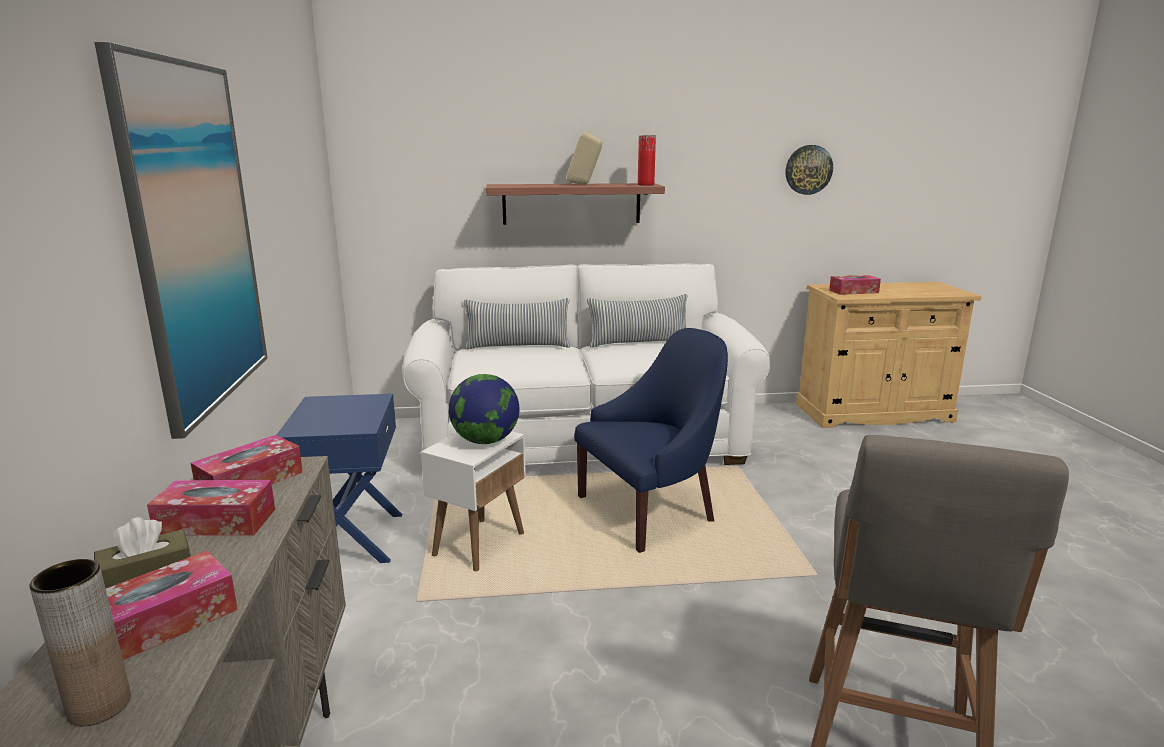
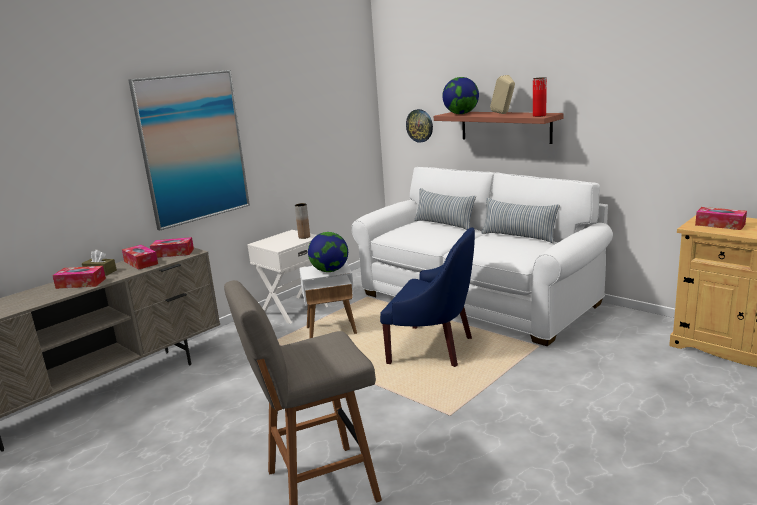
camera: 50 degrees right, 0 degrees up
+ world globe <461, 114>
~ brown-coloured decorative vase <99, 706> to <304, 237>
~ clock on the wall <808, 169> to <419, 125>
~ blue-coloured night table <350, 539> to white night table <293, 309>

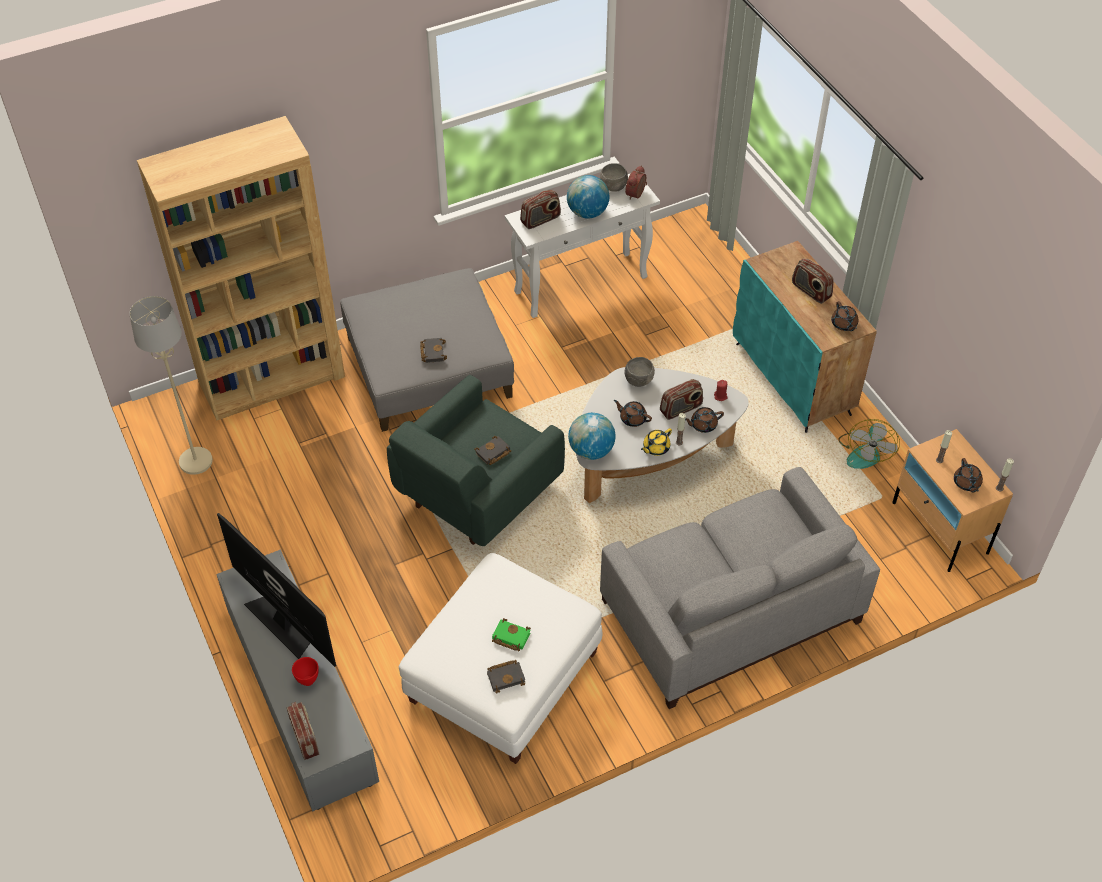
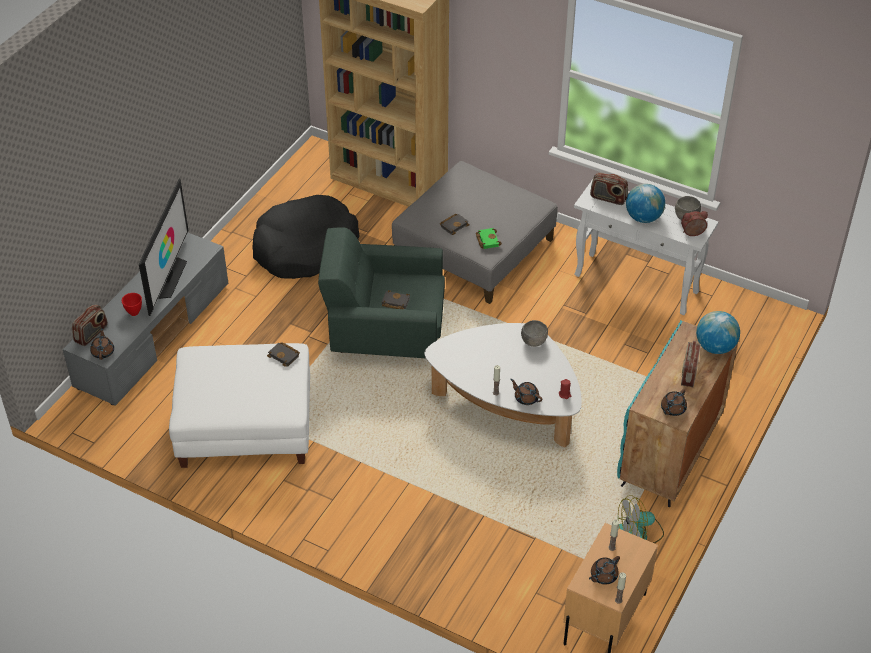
camera: 55 degrees right, 5 degrees down
- beige standard lamp <195, 461>
- gray couch <729, 610>
- yellow pot for tea <655, 448>
- radio set <681, 409>
+ black dog bed <305, 248>
~ black book <506, 676> to <285, 356>
~ green book <509, 637> to <487, 240>
~ world globe <591, 450> to <715, 347>
~ brown-coloured pot for tea <632, 418> to <103, 352>

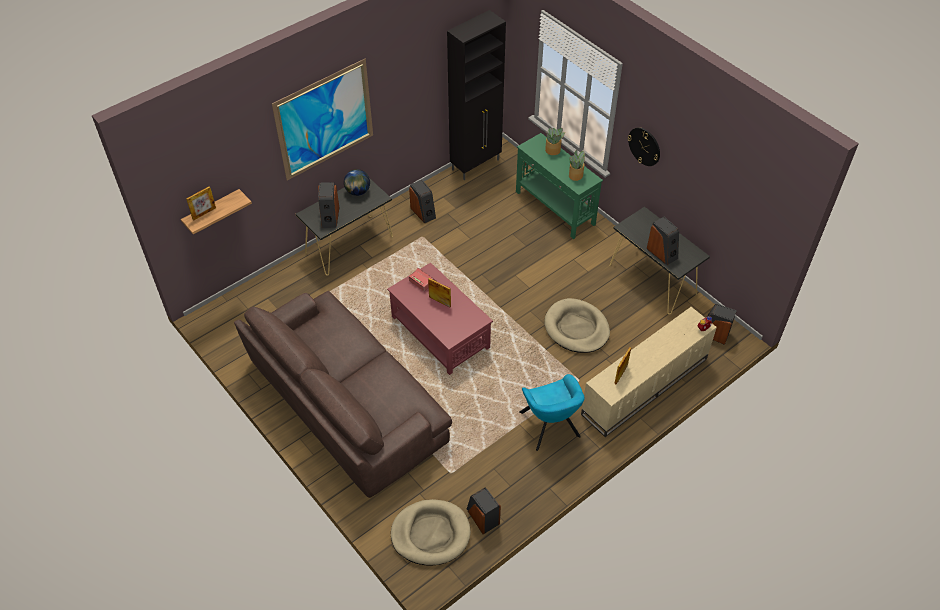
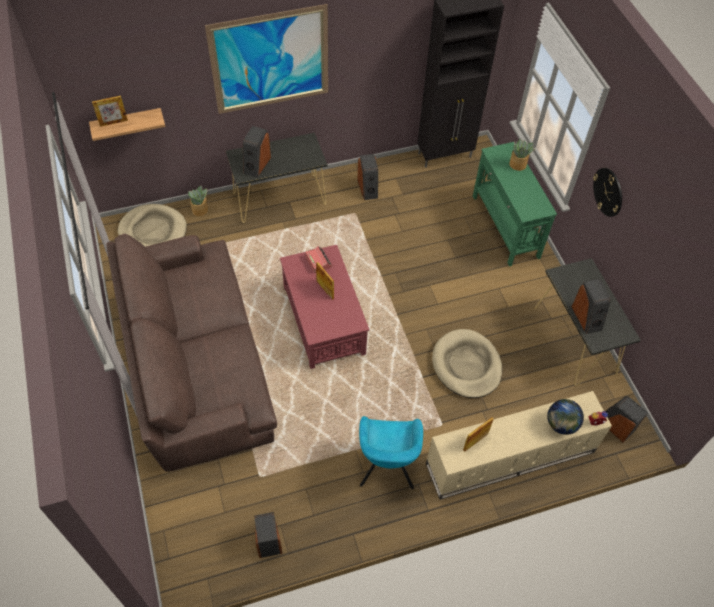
camera: 20 degrees right, 5 degrees up
~ world globe <358, 192> to <561, 424>
~ beige dog bed <430, 534> to <153, 231>
~ potted plant <576, 175> to <200, 210>

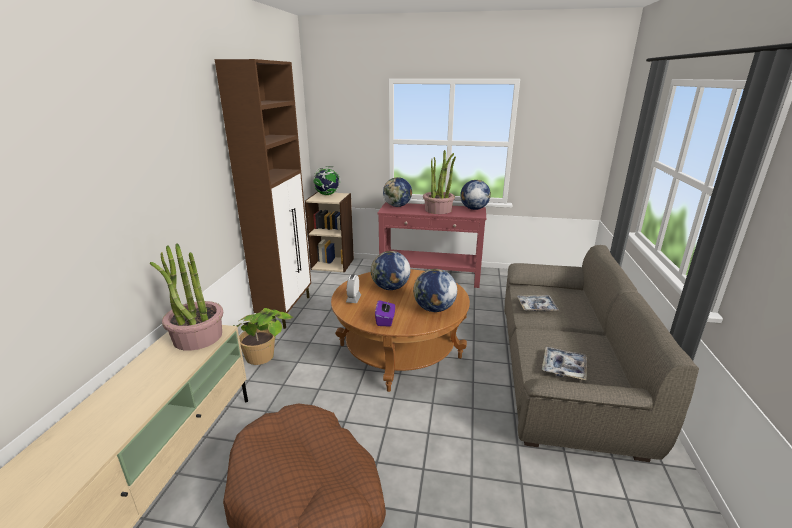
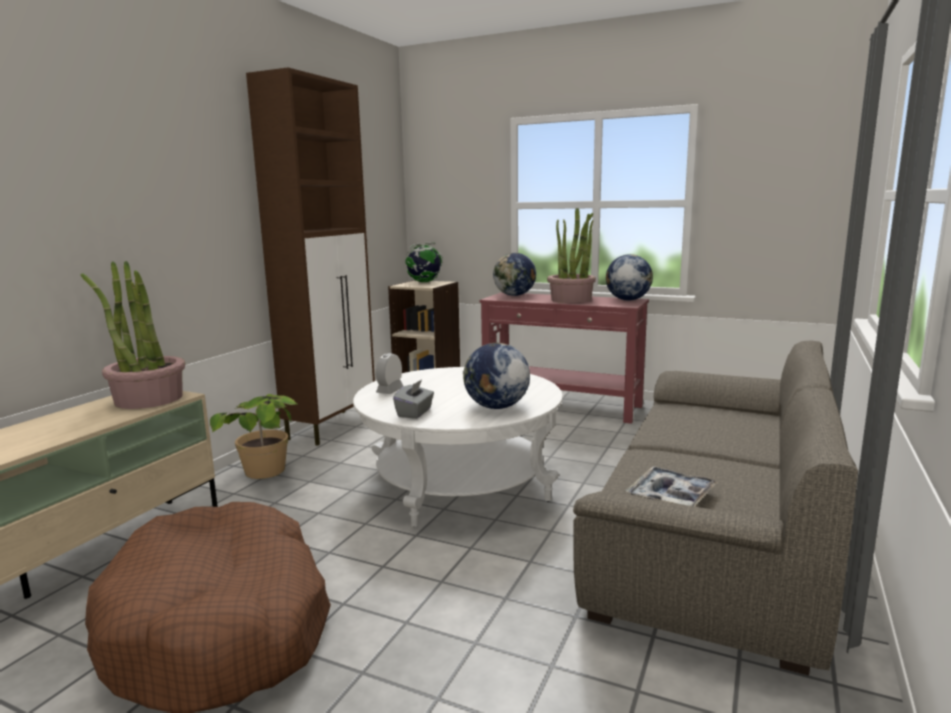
camera: 15 degrees right, 10 degrees down
- world globe <390, 288>
- carrying tray <536, 307>
~ brown-coloured low table <400, 351> to white low table <460, 484>
~ purple-coloured box of tissues <385, 320> to gray box of tissues <415, 413>

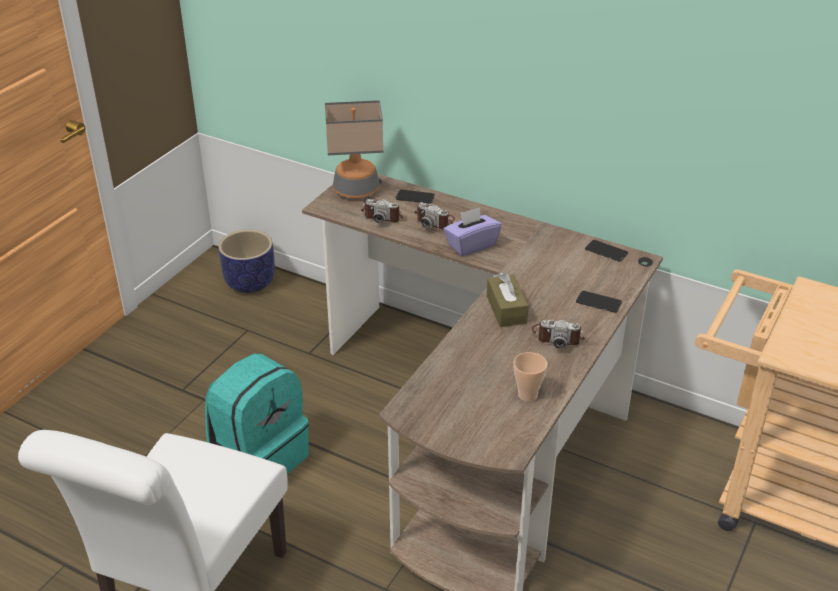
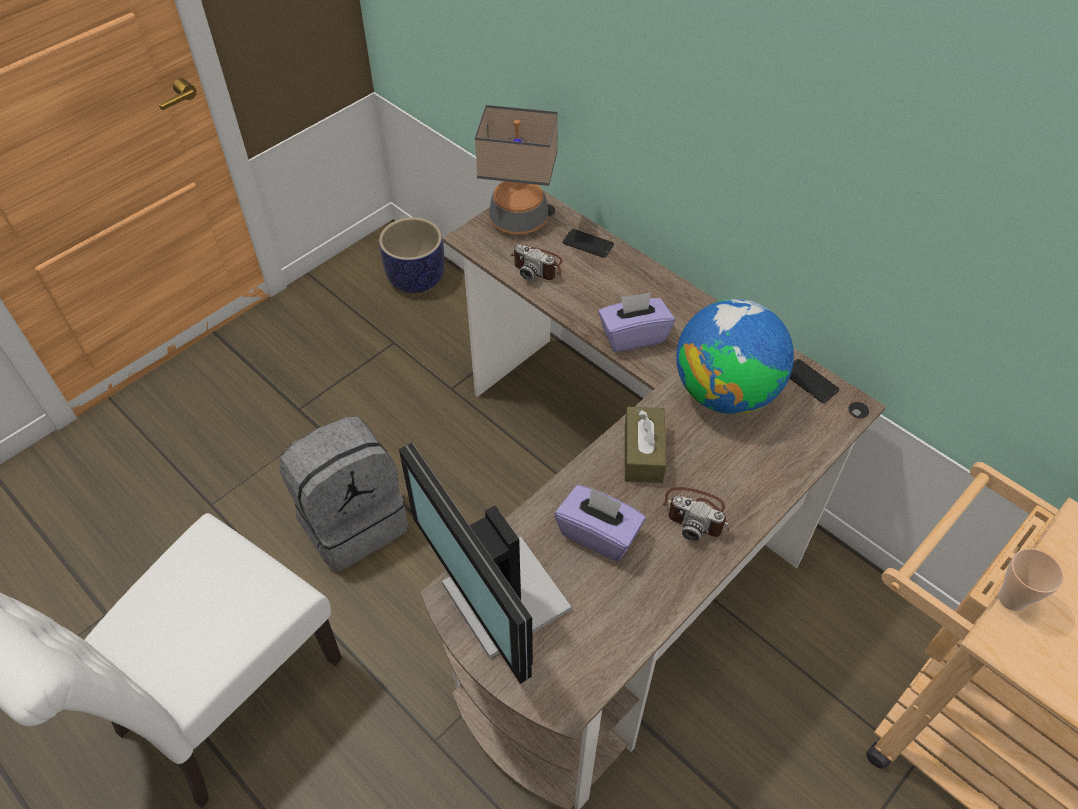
camera: 15 degrees right, 15 degrees up
- photo camera <435, 221>
- handset <598, 302>
+ computer screen <502, 601>
+ purple-coloured box of tissues <599, 533>
+ world globe <725, 392>
~ cup <527, 395> to <1012, 598>
~ turquoise backpack <260, 457> to gray backpack <353, 521>

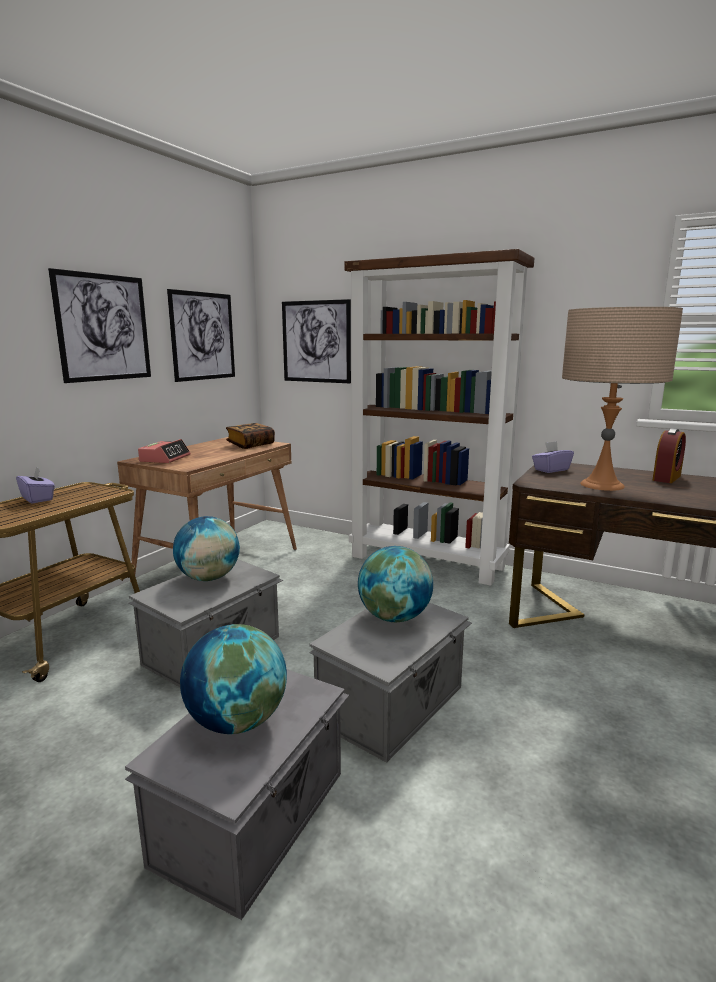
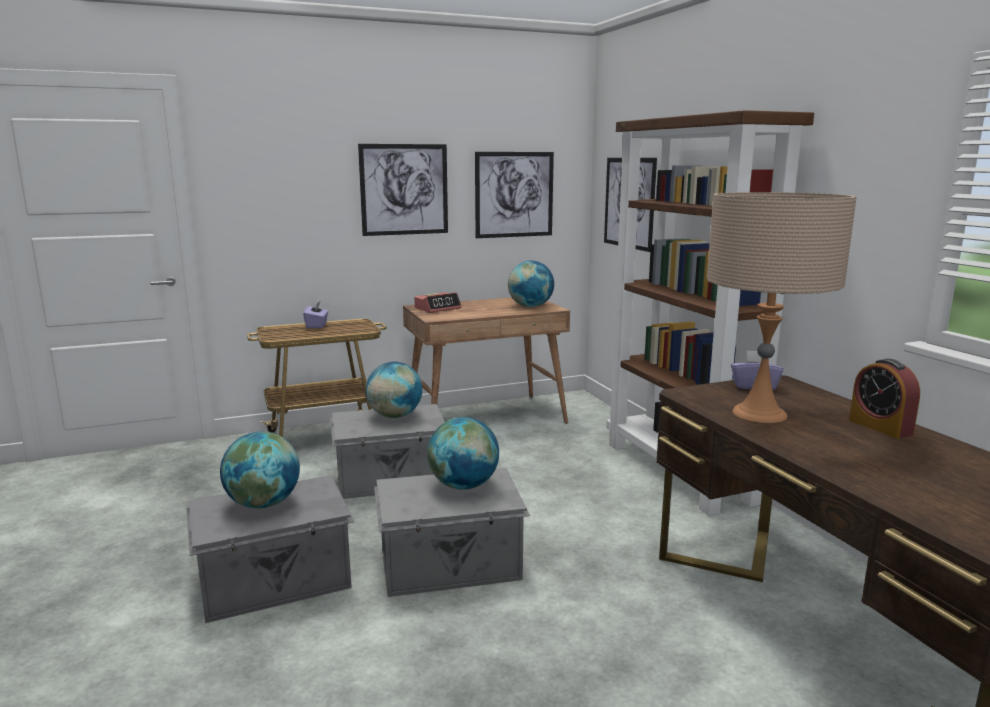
camera: 40 degrees right, 0 degrees up
~ book <250, 445> to world globe <530, 306>
~ bedside clock <666, 478> = <880, 427> 75 degrees clockwise

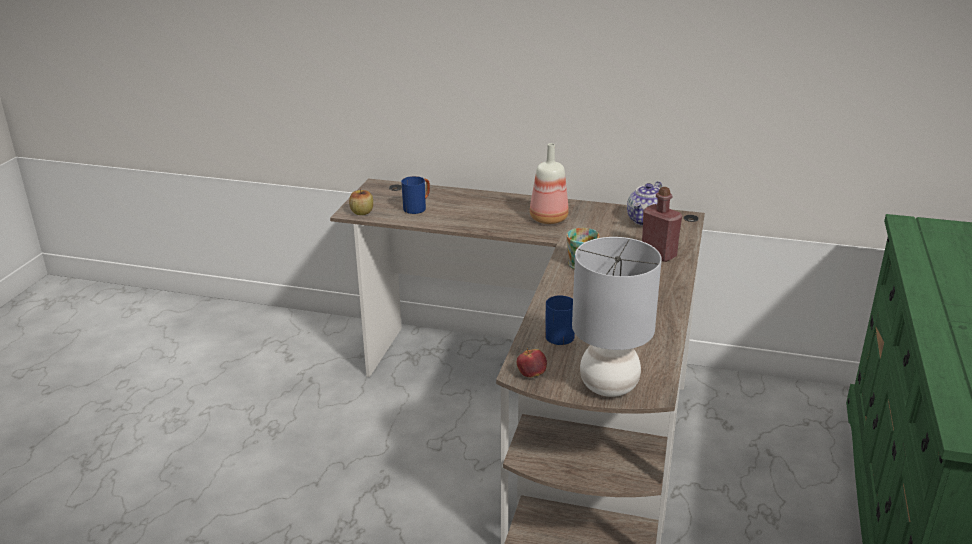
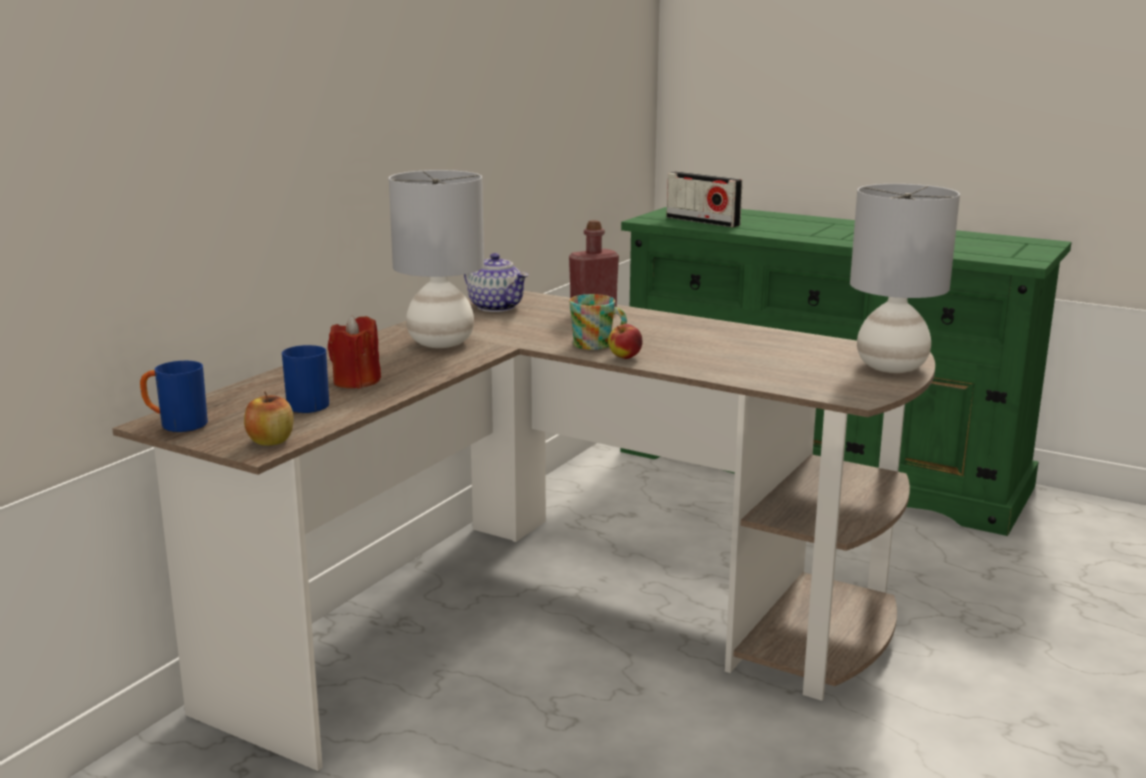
camera: 75 degrees left, 10 degrees down
+ red wax light <356, 381>
+ radio set <702, 221>
~ apple <531, 374> to <624, 357>
~ blue-coloured mug <558, 334> to <175, 425>
~ bottle <548, 219> to gray tabletop lamp <441, 343>

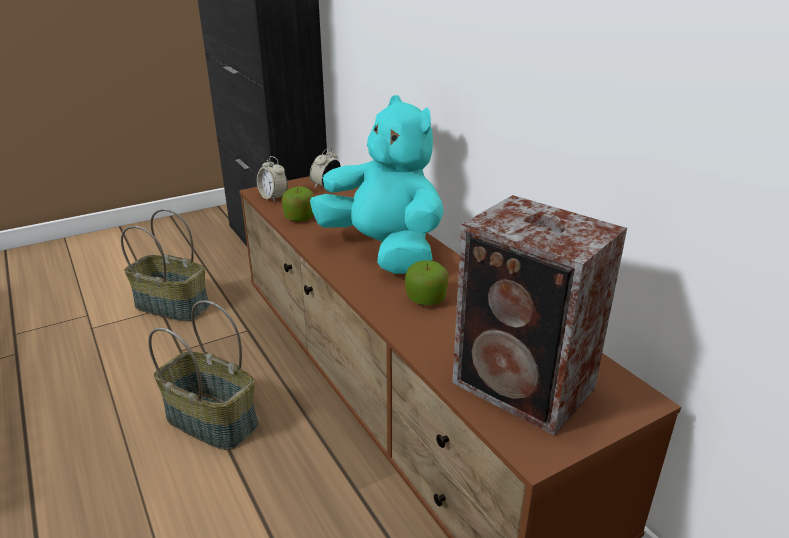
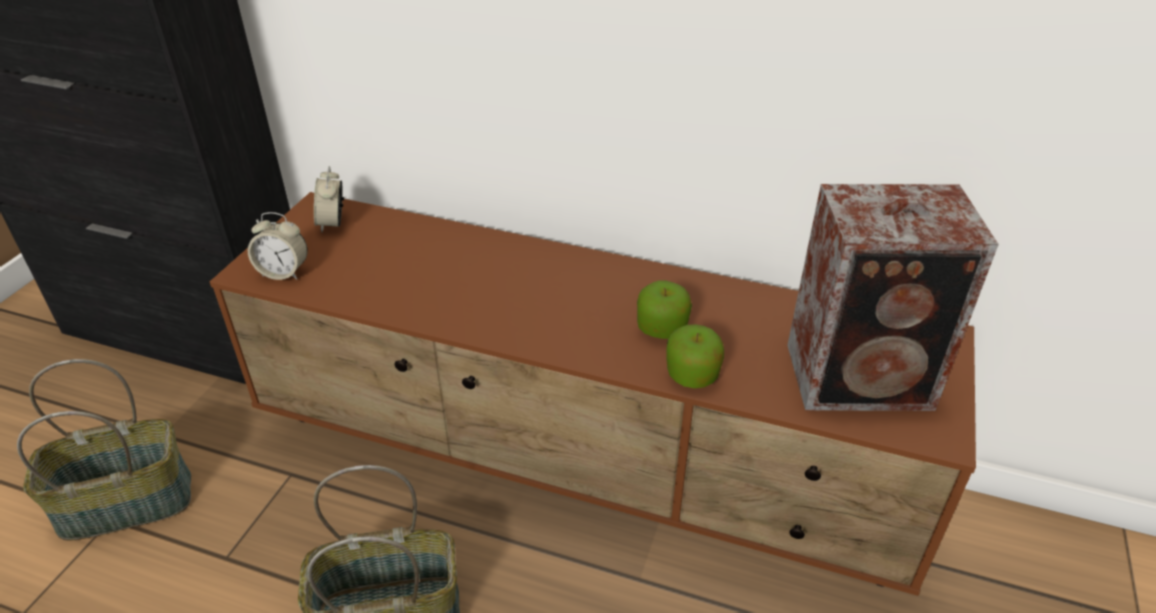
camera: 40 degrees left, 10 degrees up
- turquoise plush toy <384, 251>
~ apple <299, 218> to <692, 375>

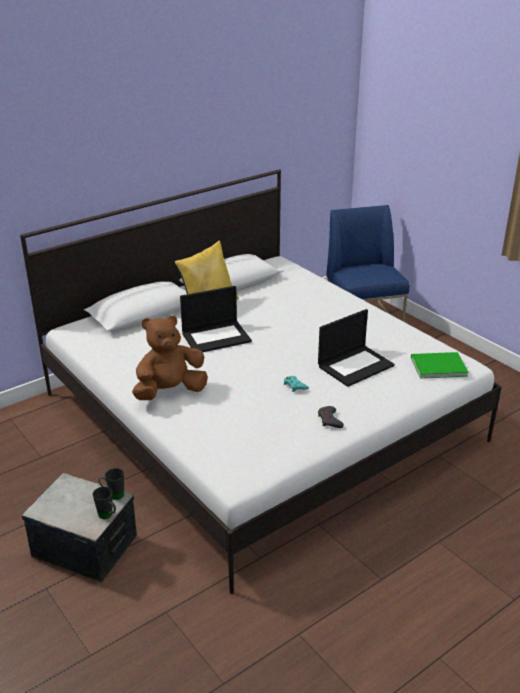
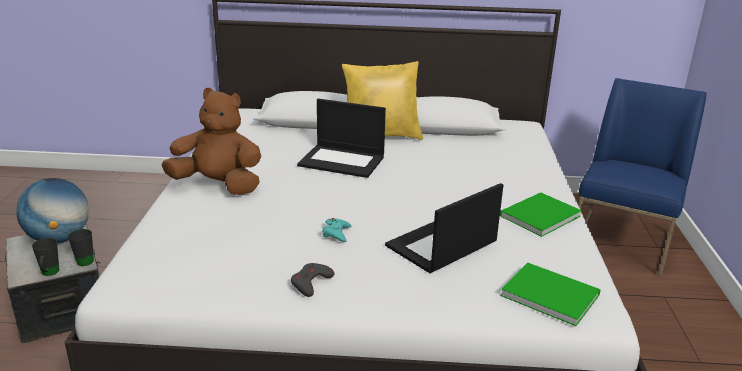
camera: 40 degrees right, 5 degrees down
+ world globe <59, 239>
+ green book <537, 216>
~ notebook computer <355, 365> = <441, 245> 135 degrees clockwise

